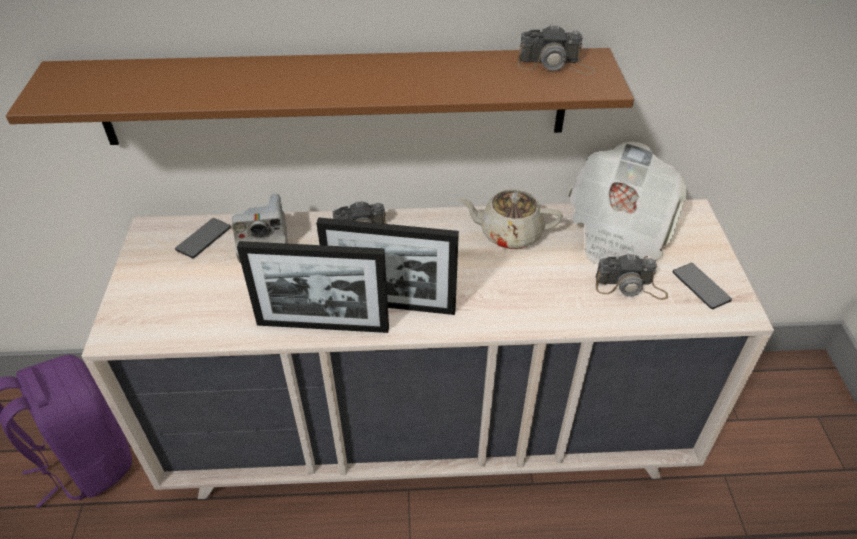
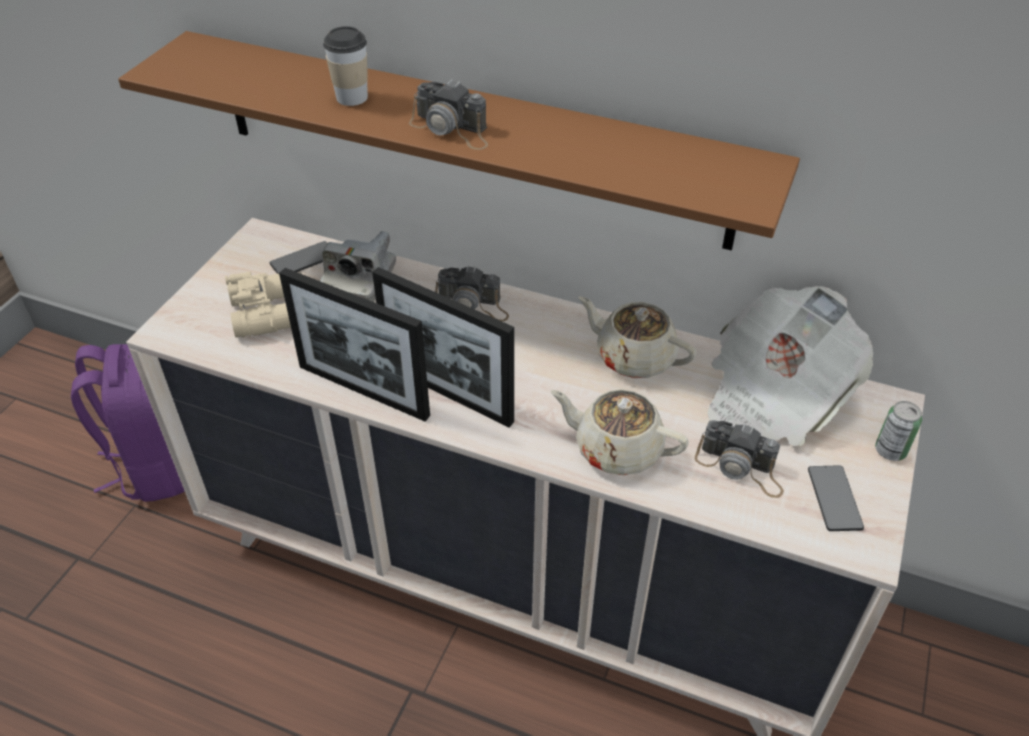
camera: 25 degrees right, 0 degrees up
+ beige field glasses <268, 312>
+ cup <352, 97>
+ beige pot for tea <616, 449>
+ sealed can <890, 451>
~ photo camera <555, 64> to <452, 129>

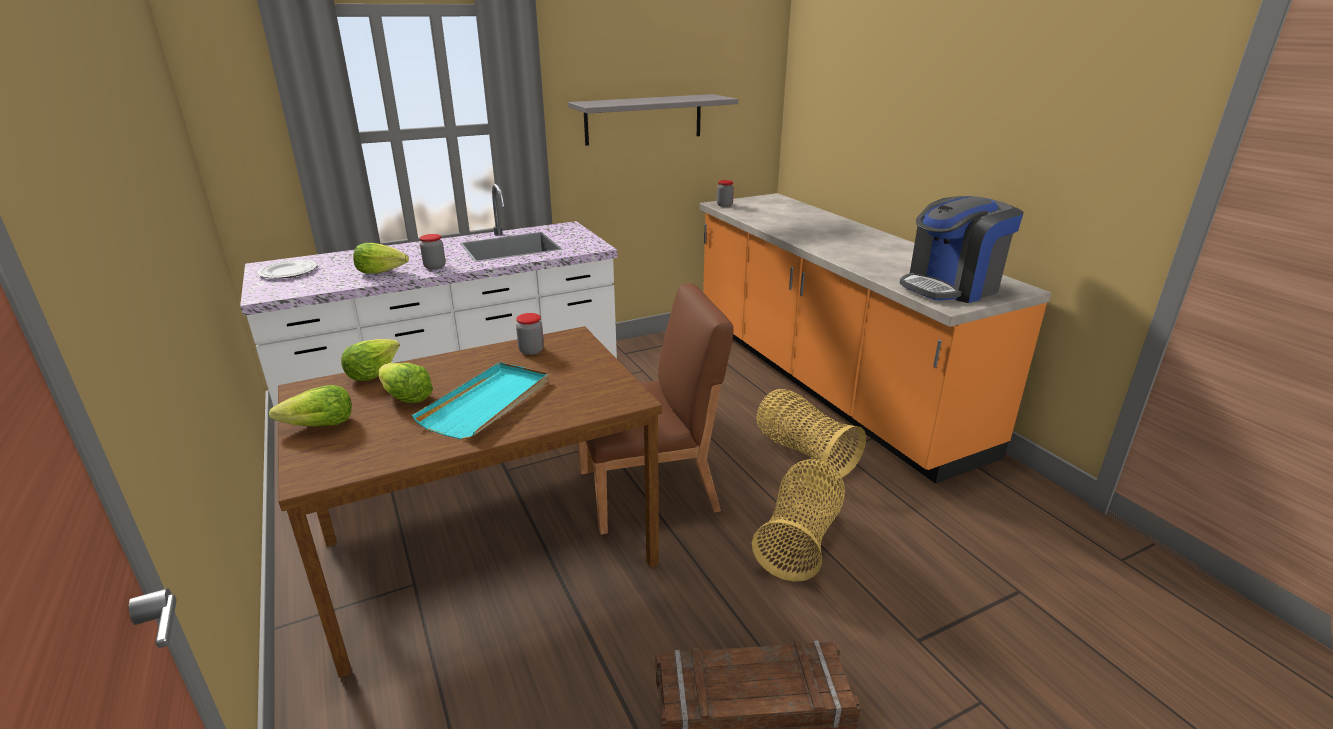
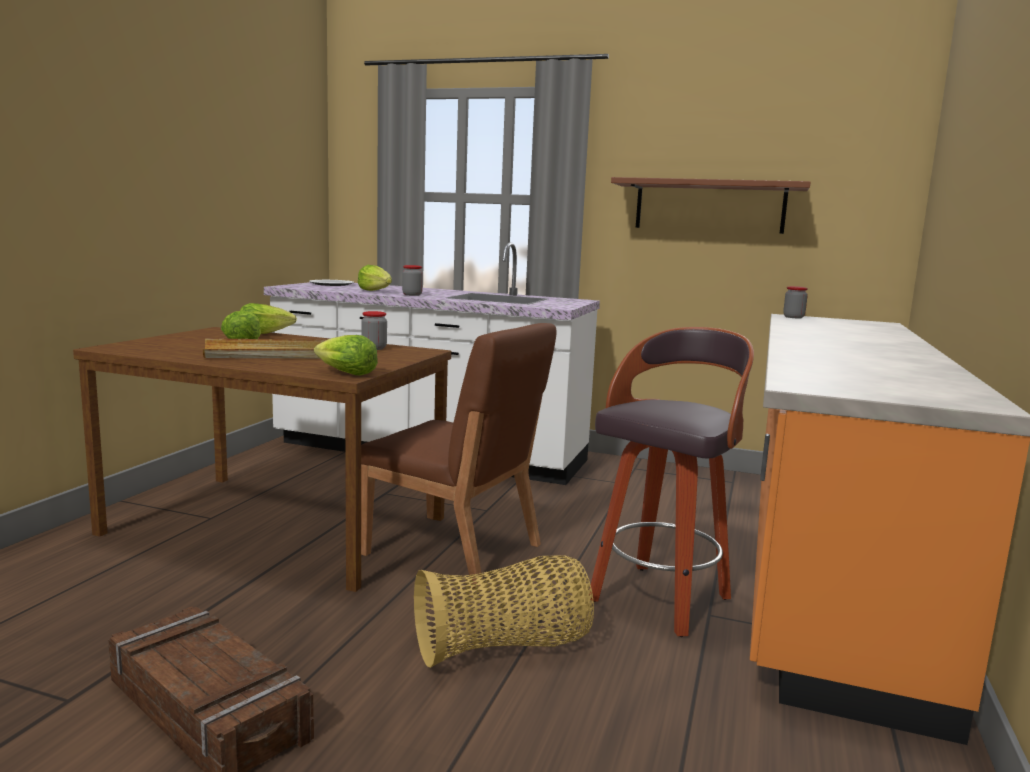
camera: 45 degrees right, 15 degrees down
- coffee brewer <951, 287>
~ lettuce head <319, 426> to <345, 373>
~ household basket <804, 452> to sitting stool <661, 598>
~ turquoise carrying tray <487, 403> to beige carrying tray <268, 354>
~ gray wall shelf <644, 119> to brown-coloured wall shelf <709, 206>

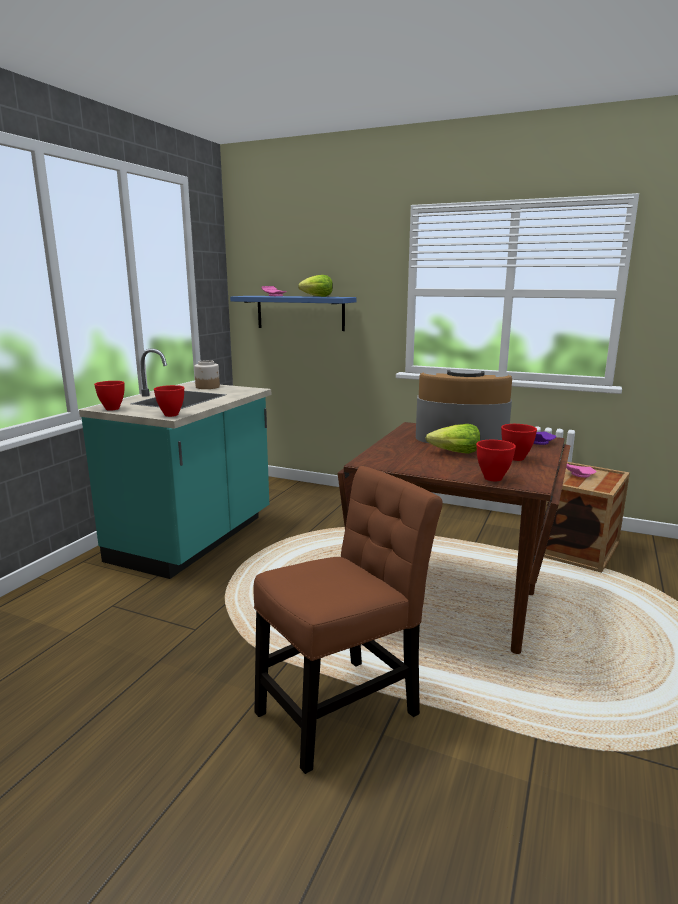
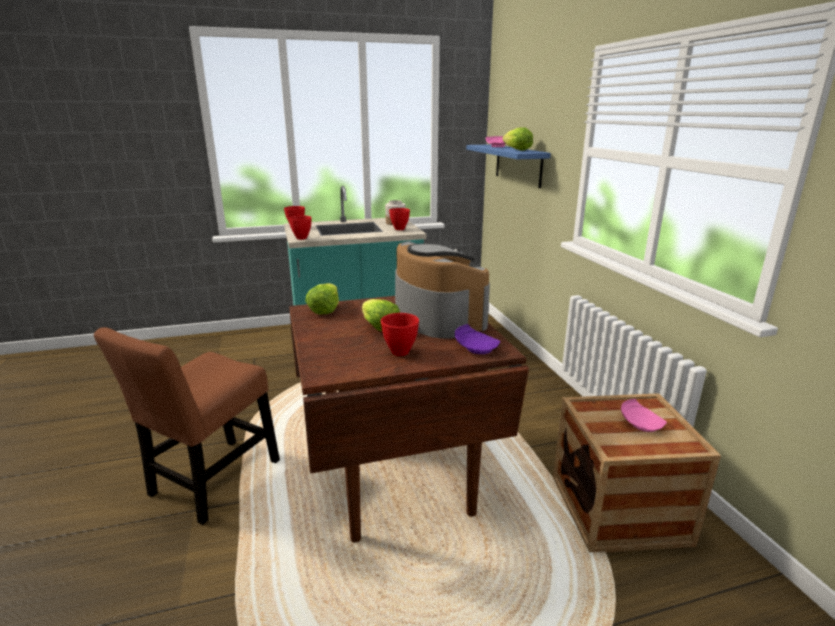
camera: 50 degrees right, 5 degrees up
+ lettuce head <324, 309>
~ red deep dish <493, 479> to <399, 229>
~ brown-coloured upright chair <343, 708> = <211, 482> 105 degrees clockwise

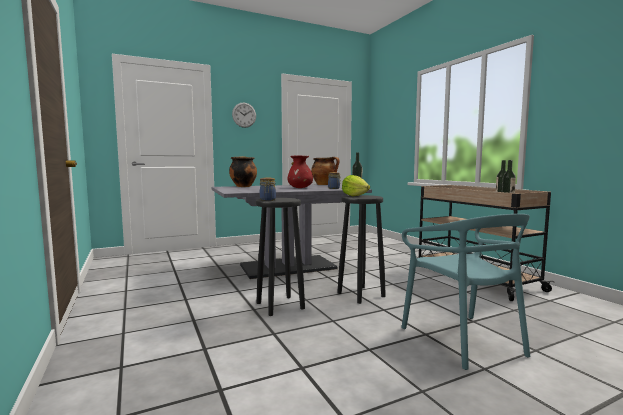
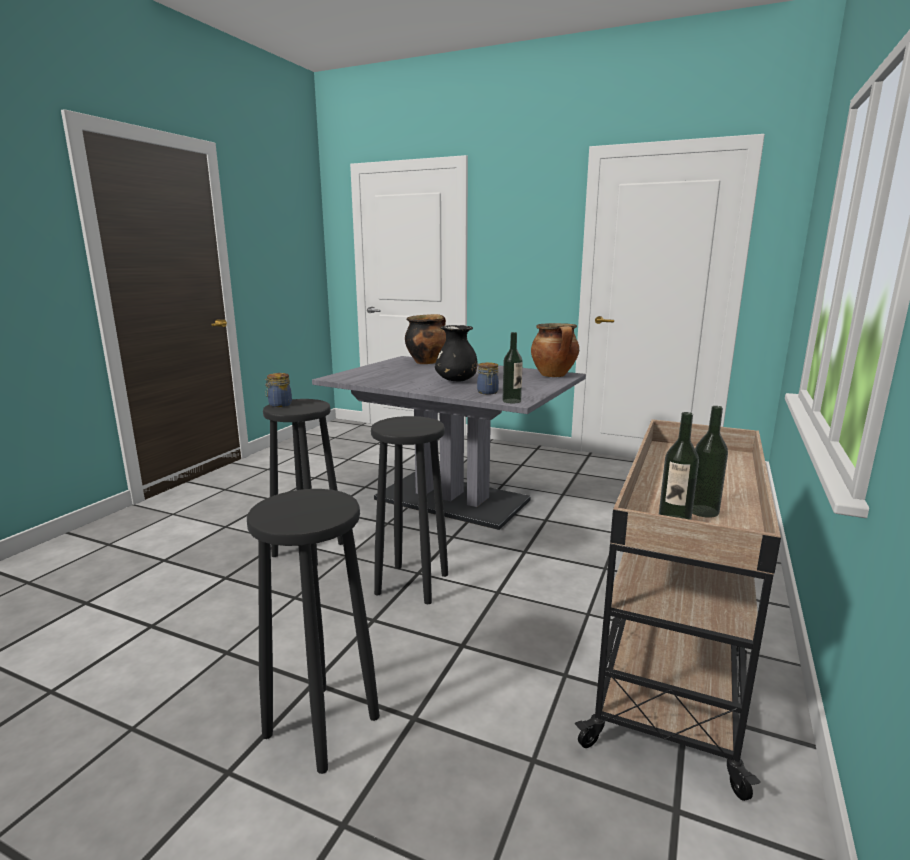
camera: 50 degrees right, 10 degrees up
- clock on the wall <244, 115>
- lettuce head <354, 196>
~ turquoise upright chair <462, 339> to black sitting stool <321, 725>
~ red decorative vase <300, 188> to black decorative vase <456, 381>

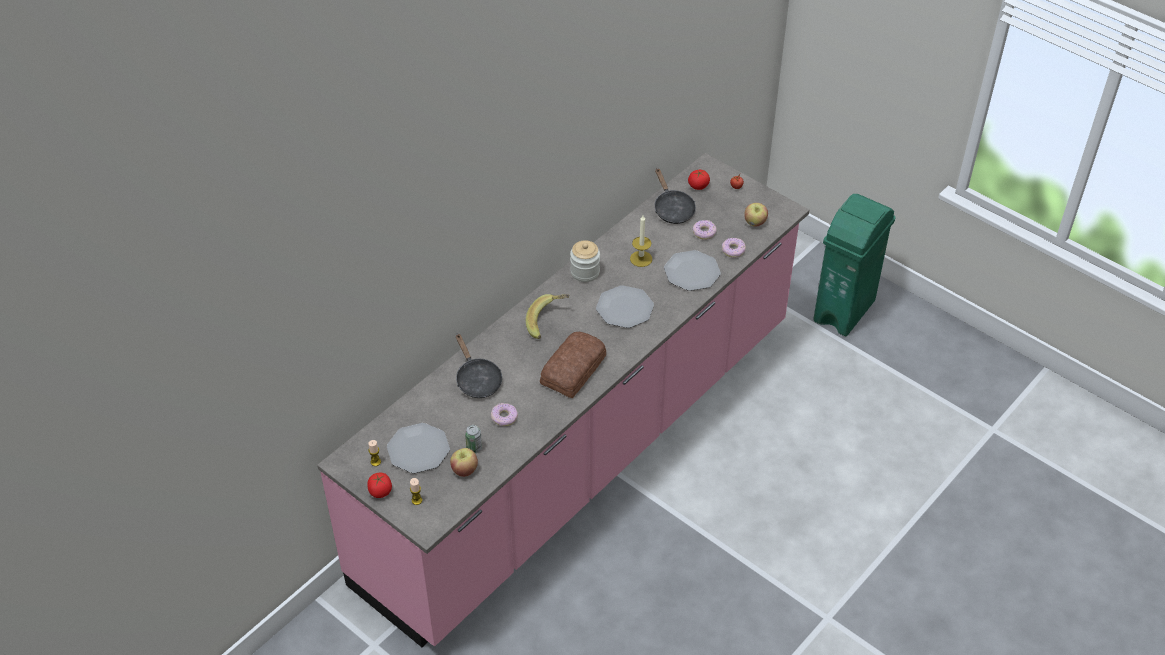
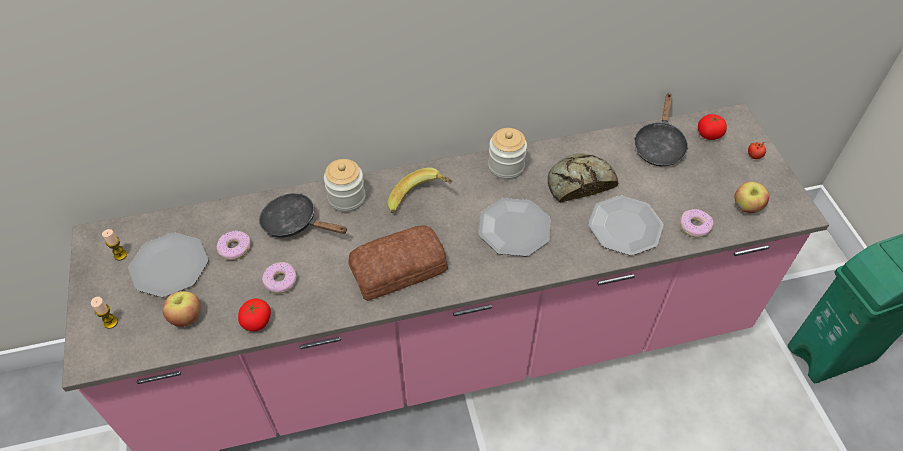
camera: 35 degrees right, 5 degrees up
- sealed can <474, 448>
+ jar <347, 198>
~ whole tomato <380, 491> to <257, 321>
~ donut <704, 232> to <234, 248>
~ wax light <641, 259> to bakery bread <579, 182>
~ black frying pan <477, 379> = <295, 223> 105 degrees clockwise

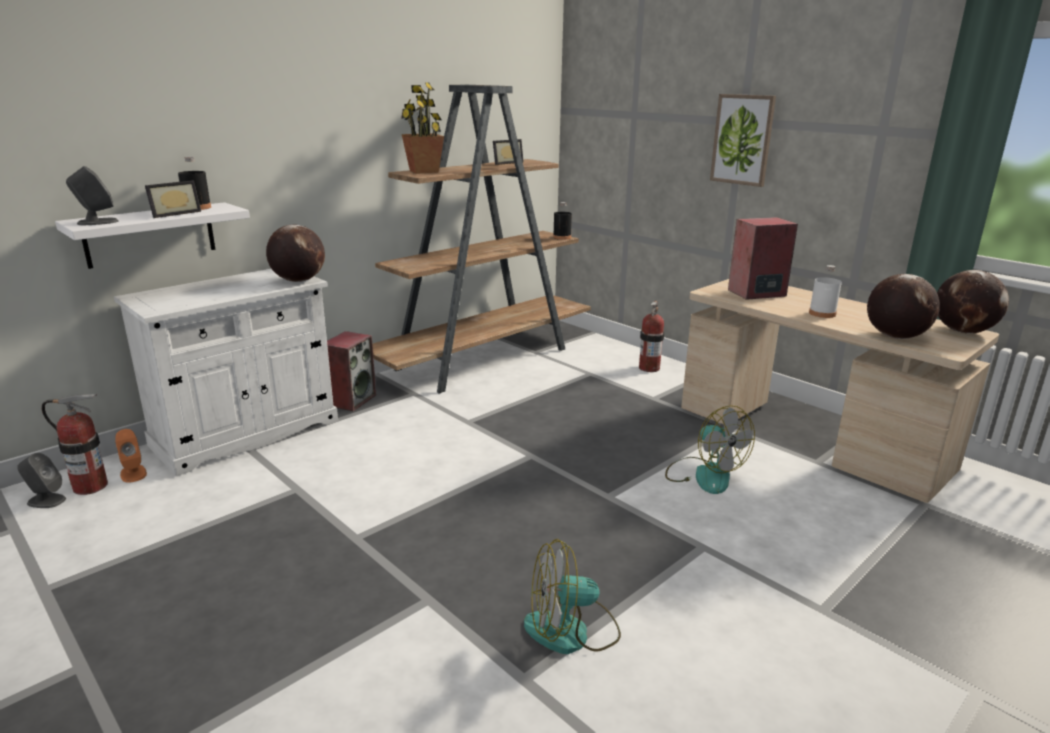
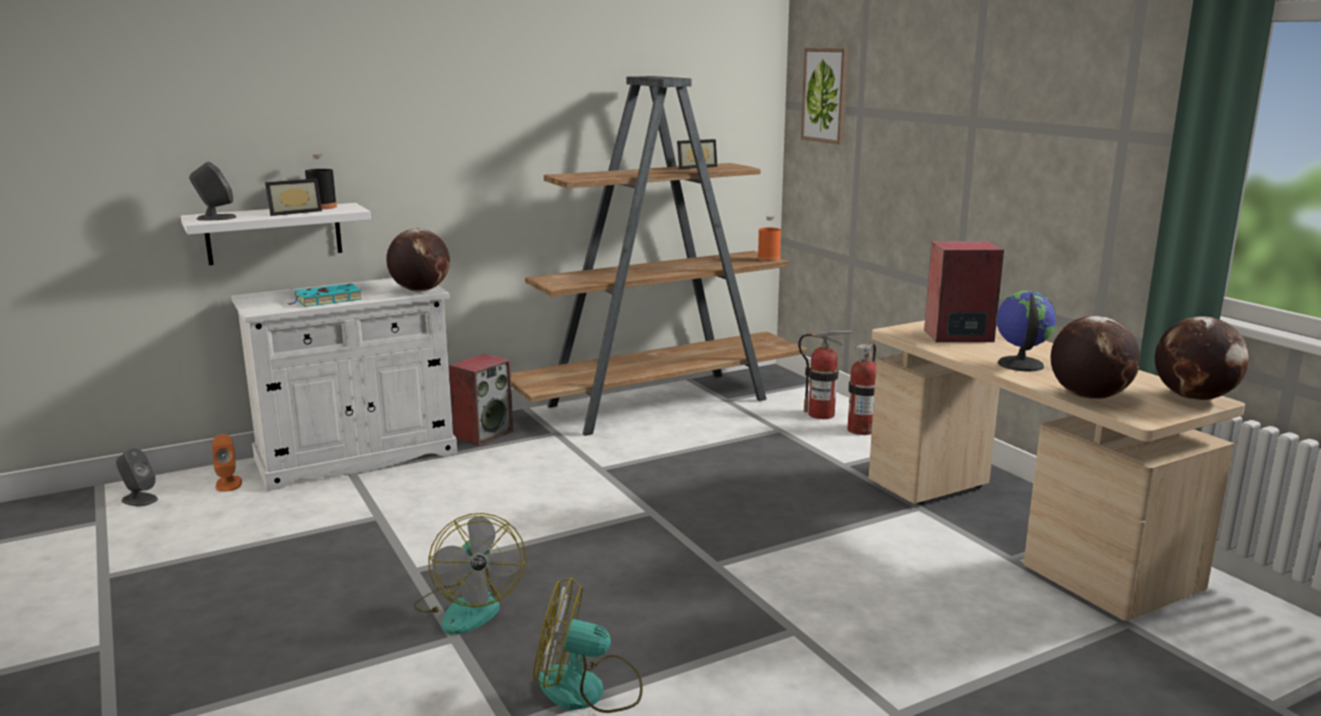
camera: 15 degrees right, 5 degrees down
- potted plant <424, 171>
+ turquoise book <327, 300>
~ fire extinguisher <90, 486> to <821, 414>
~ electric fan <704, 474> to <468, 607>
~ picture <742, 140> to <825, 95>
~ white bottle <822, 313> to world globe <1019, 364>
~ black bottle <562, 237> to orange bottle <768, 259>

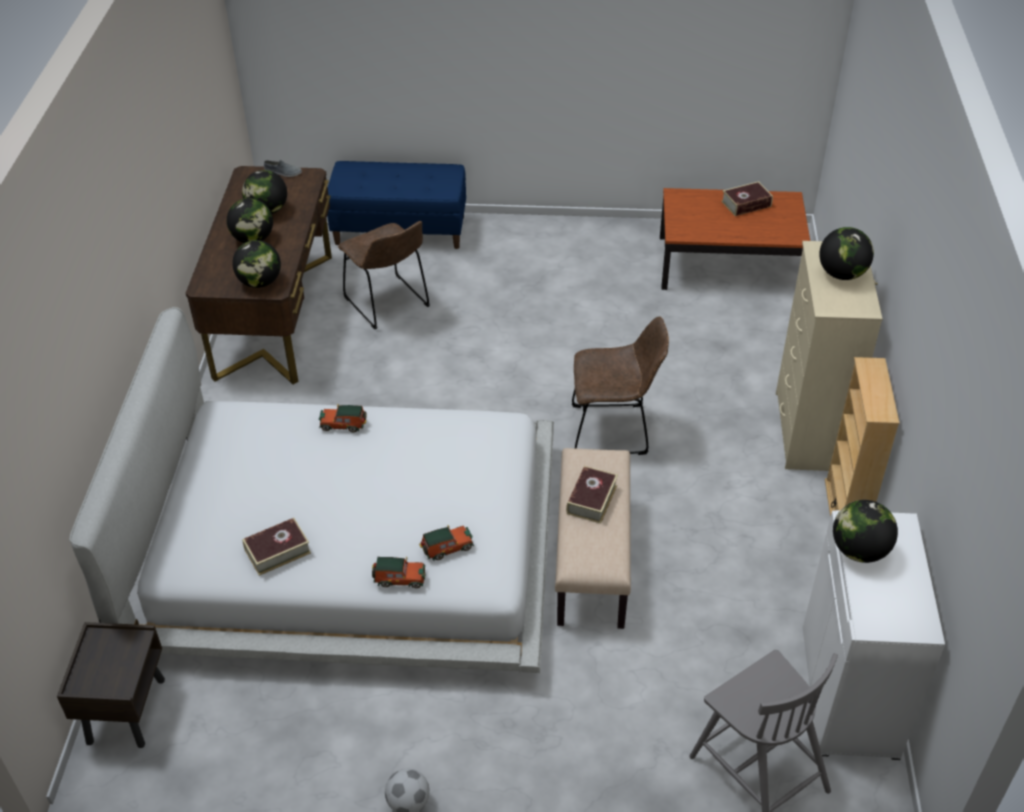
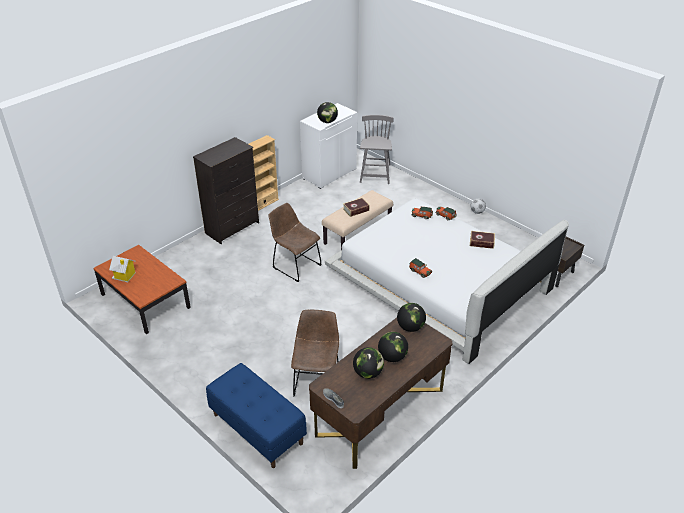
camera: 140 degrees left, 5 degrees down
- world globe <841, 274>
~ book <746, 204> to model house <124, 276>
~ beige dresser <807, 432> to black dresser <233, 228>

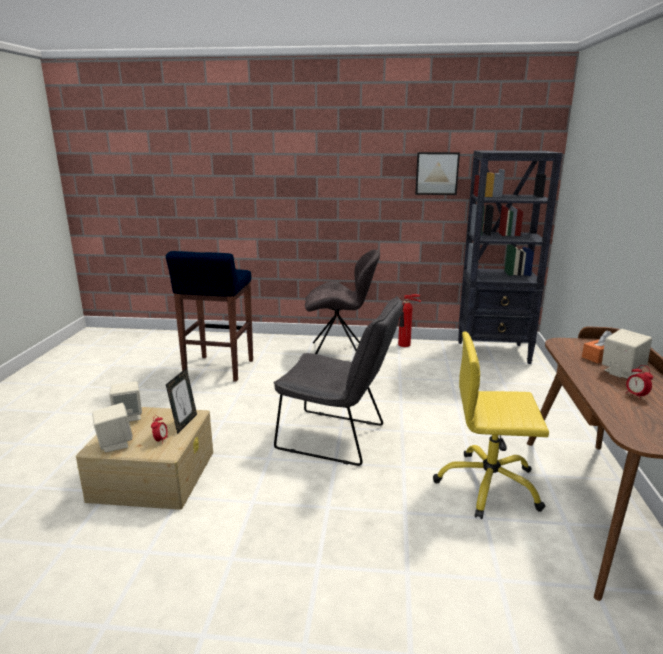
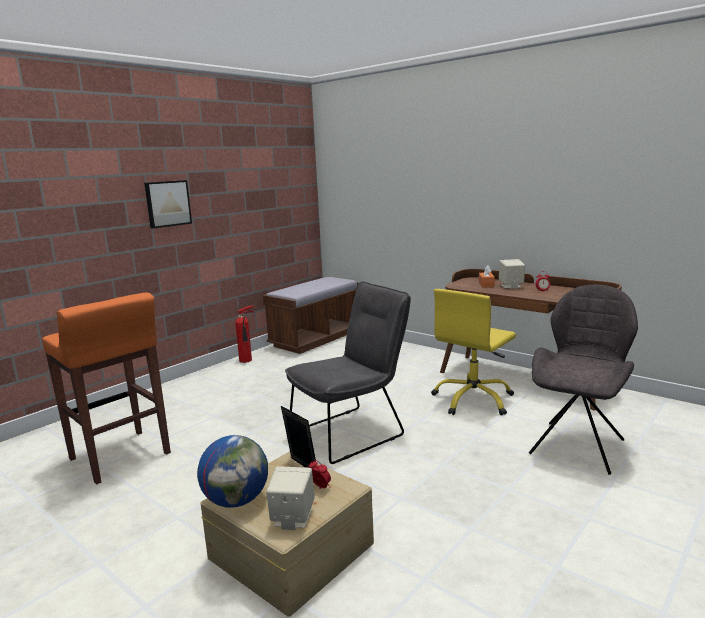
camera: 55 degrees left, 5 degrees down
~ gray upright chair <339, 352> to <578, 445>
~ picture <436, 173> to <167, 203>
~ beige speaker <128, 416> to world globe <237, 500>
~ black bookcase <493, 353> to brown-coloured long seat <315, 339>
~ blue-coloured sitting stool <218, 369> to orange sitting stool <120, 457>

